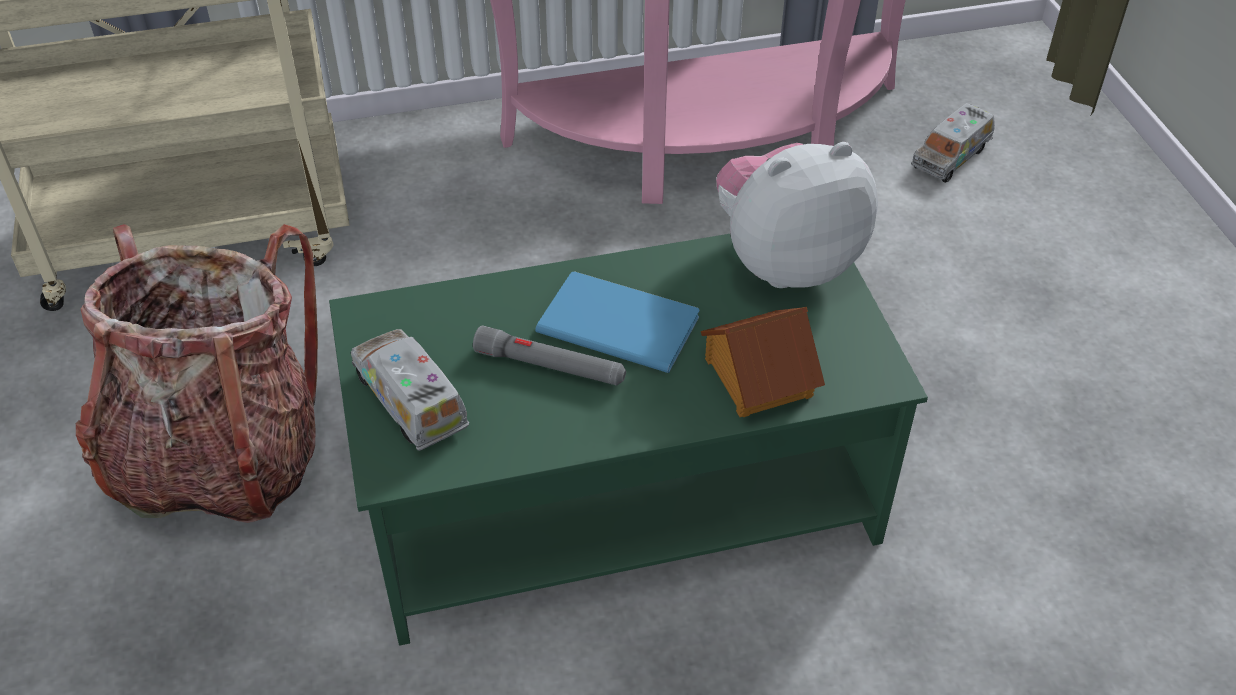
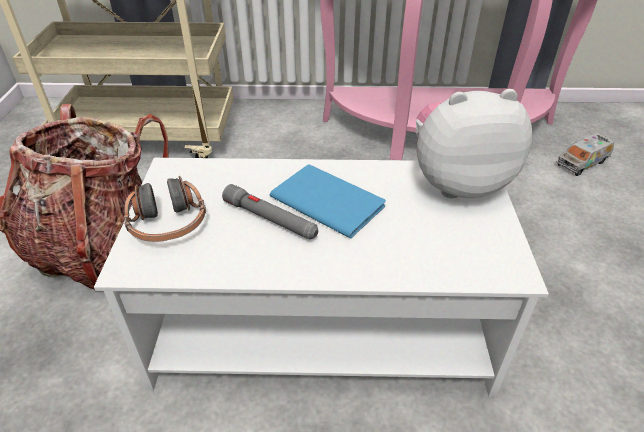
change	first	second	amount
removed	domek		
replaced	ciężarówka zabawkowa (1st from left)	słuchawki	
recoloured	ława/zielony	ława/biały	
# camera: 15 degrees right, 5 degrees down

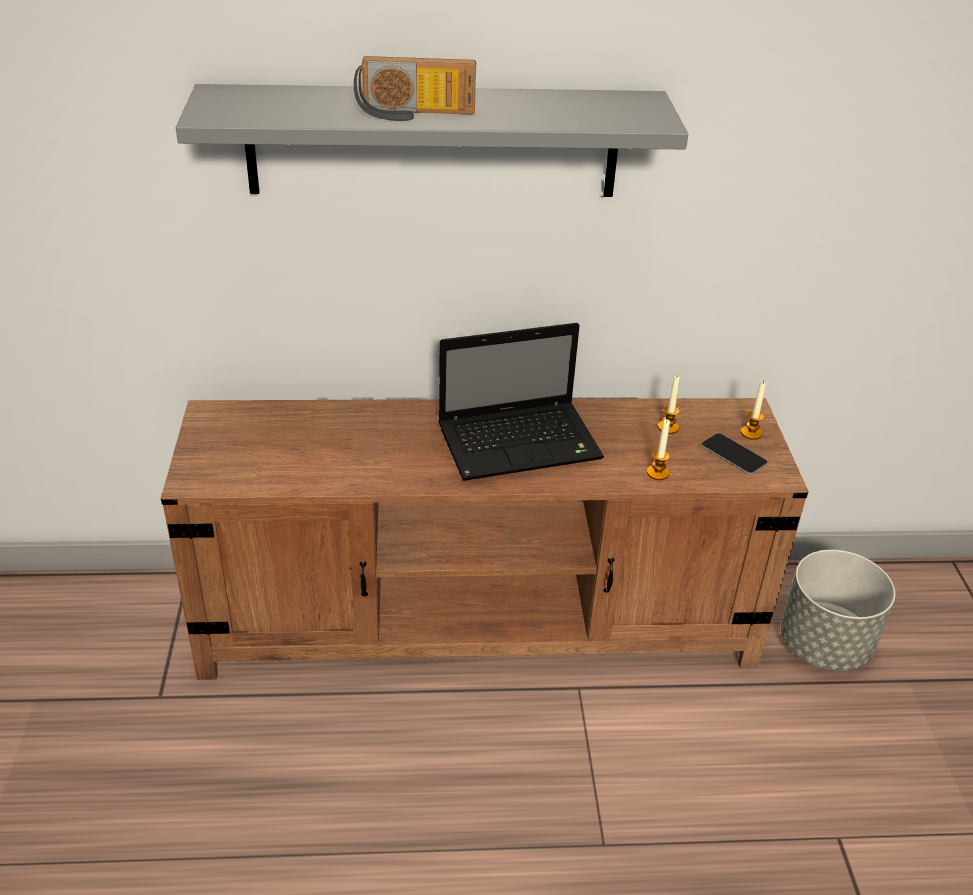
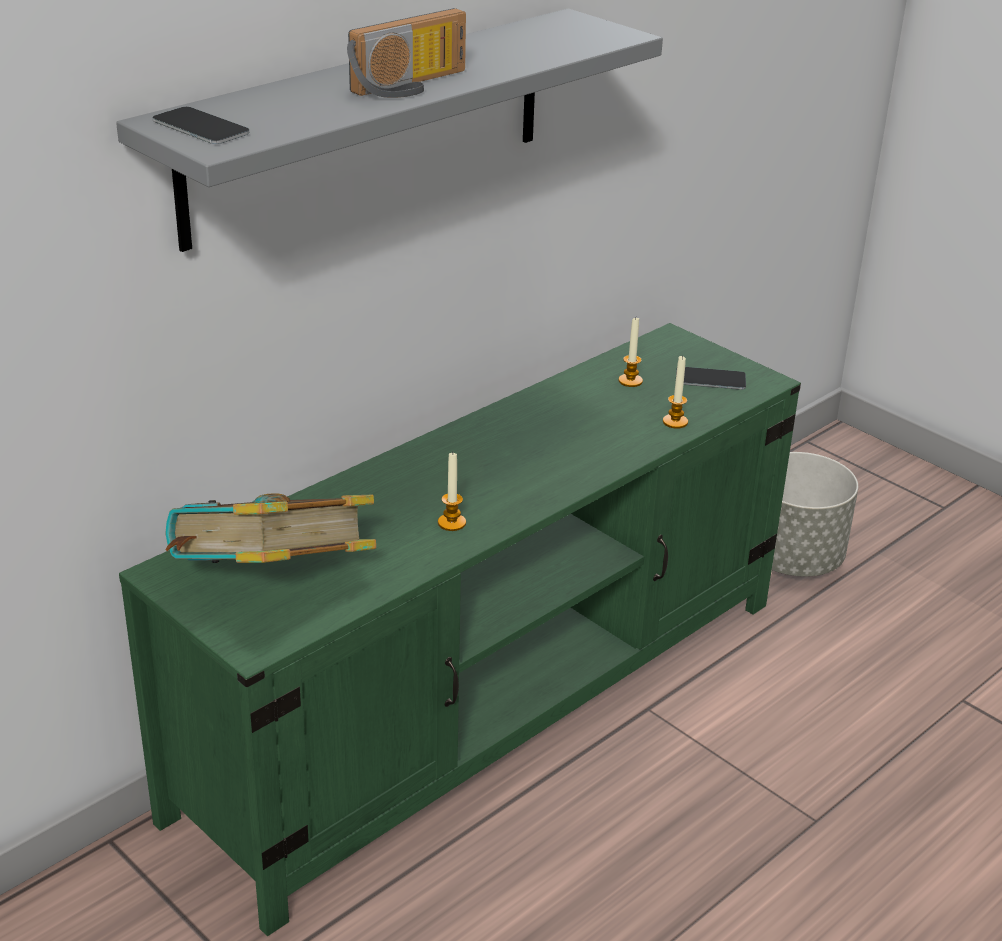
change	first	second	amount
removed	laptop		
added		telefon (1st from left)	
added		książka	
moved	świeca (3rd from left in the first image)	świeca (1st from left)	
recoloured	szafka pod telewizor/brązowy	szafka pod telewizor/zielony	
# camera: 40 degrees left, 5 degrees down

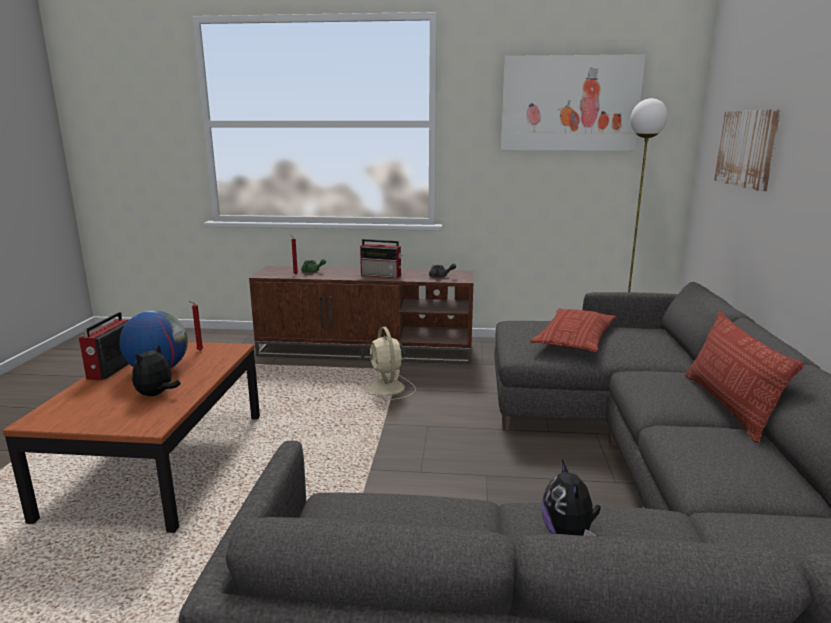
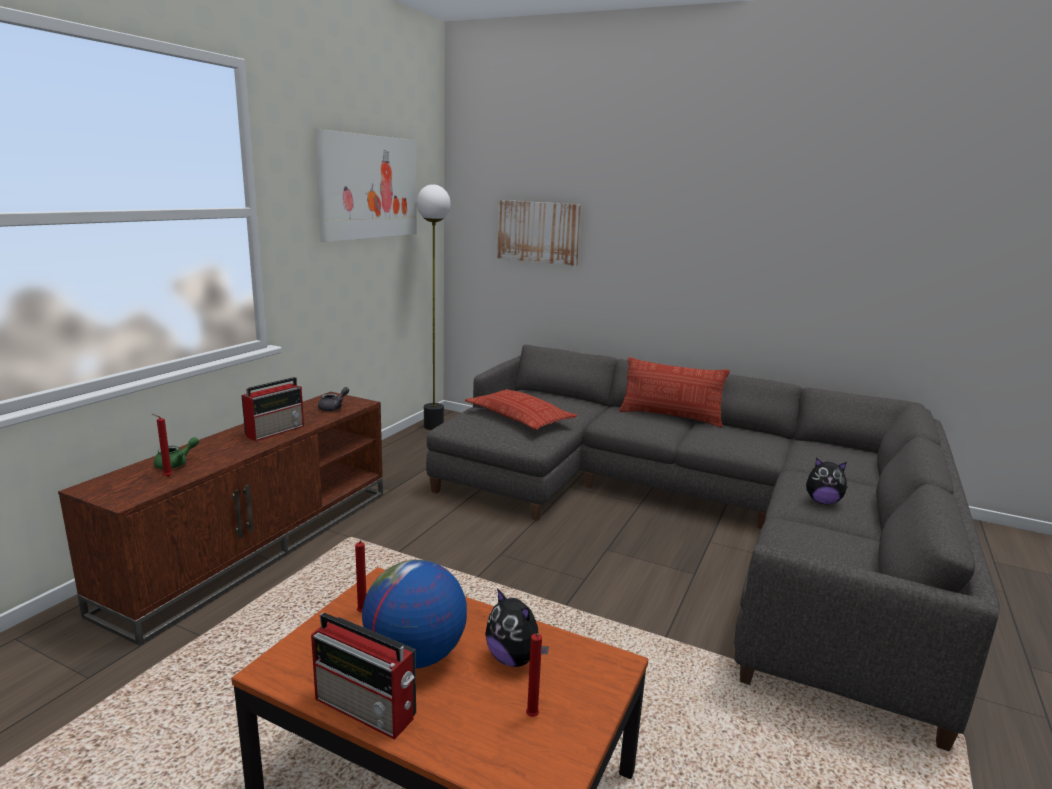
change	first	second	amount
removed	wentylator/beżowy		
added		świeca/czerwony (3rd from left)	
# camera: 70 degrees left, 0 degrees up

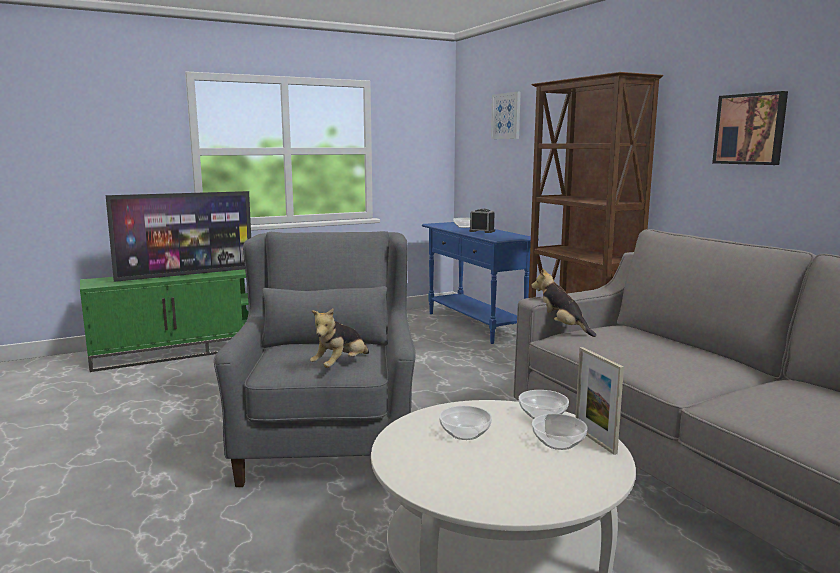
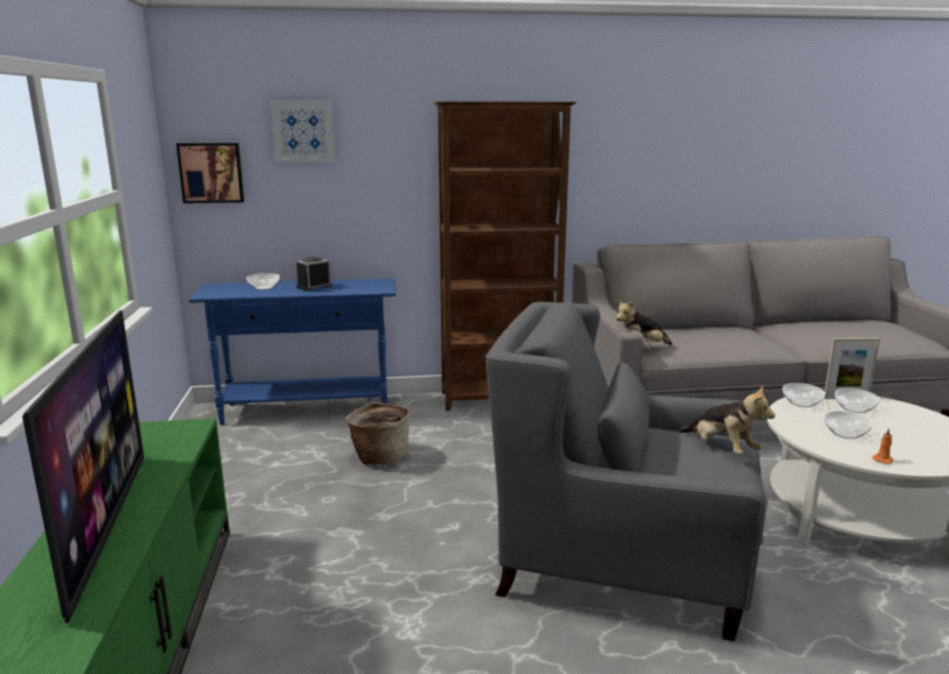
change	first	second	amount
added		koszyk	
added		świeca/pomarańczowy	
moved	obraz (2nd from left in the first image)	obraz (1st from left)	
# camera: 70 degrees left, 5 degrees up

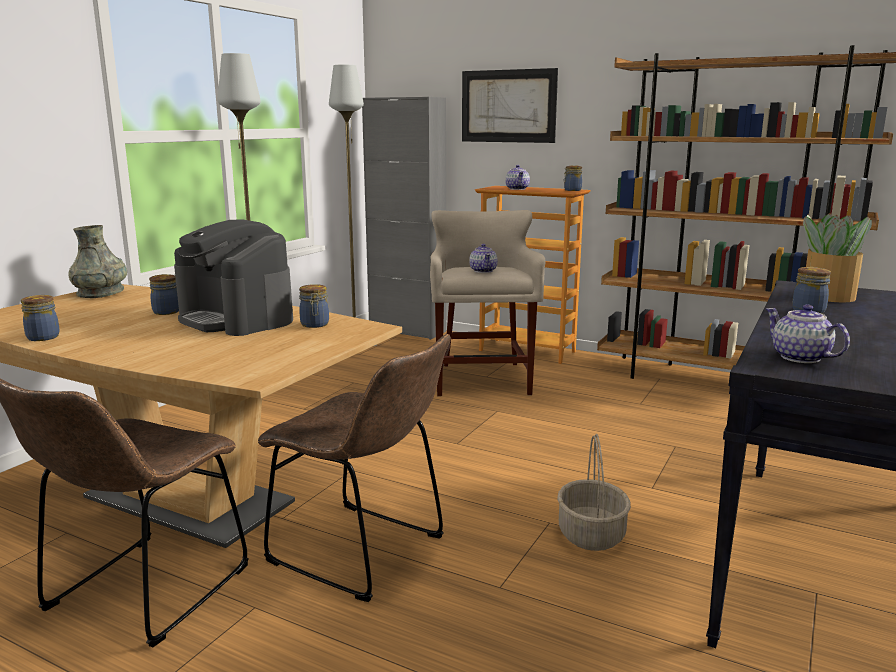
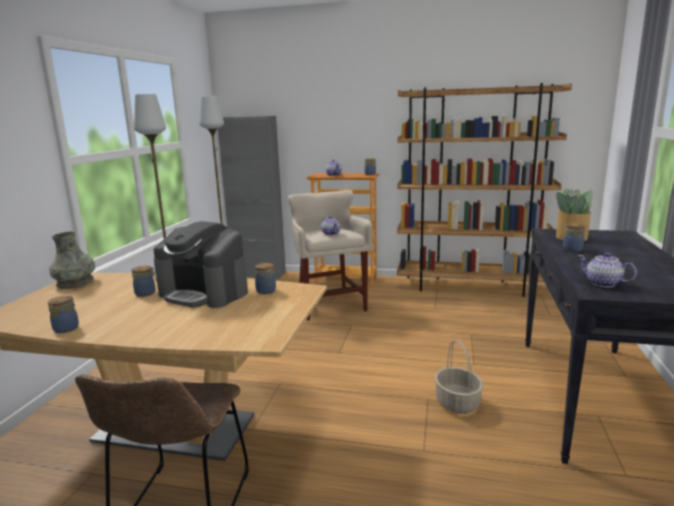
change	first	second	amount
removed	krzesło/brązowy (2nd from left)		
removed	obraz		
# camera: 15 degrees left, 0 degrees up

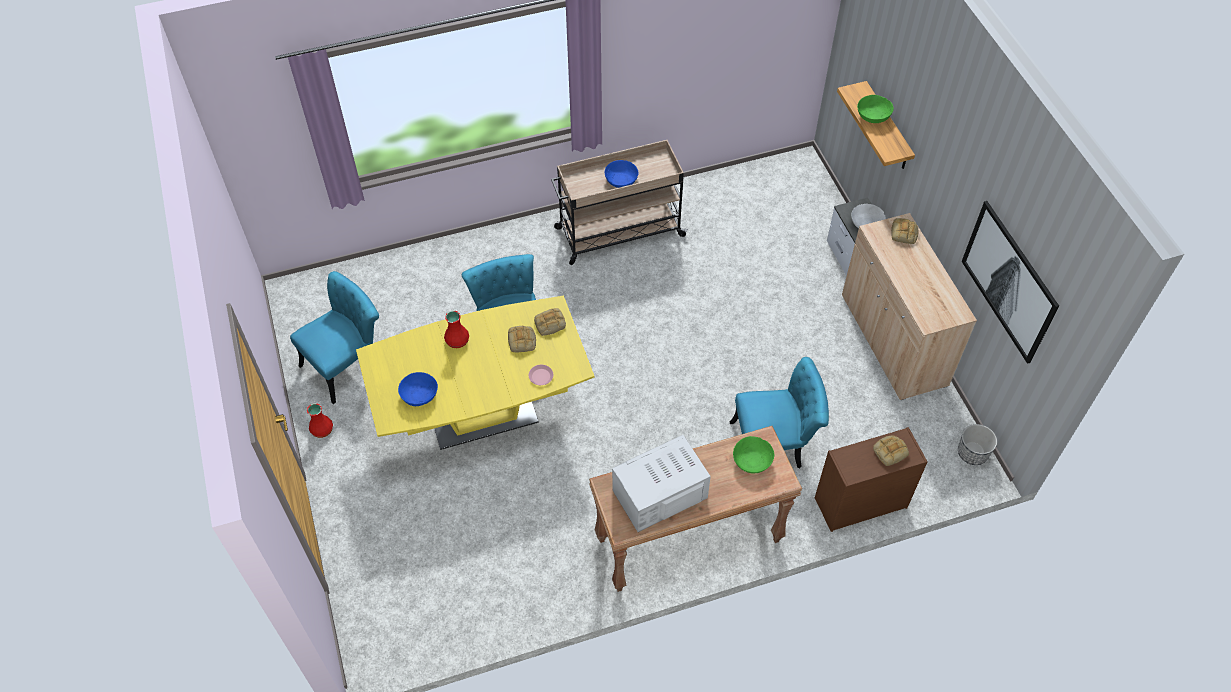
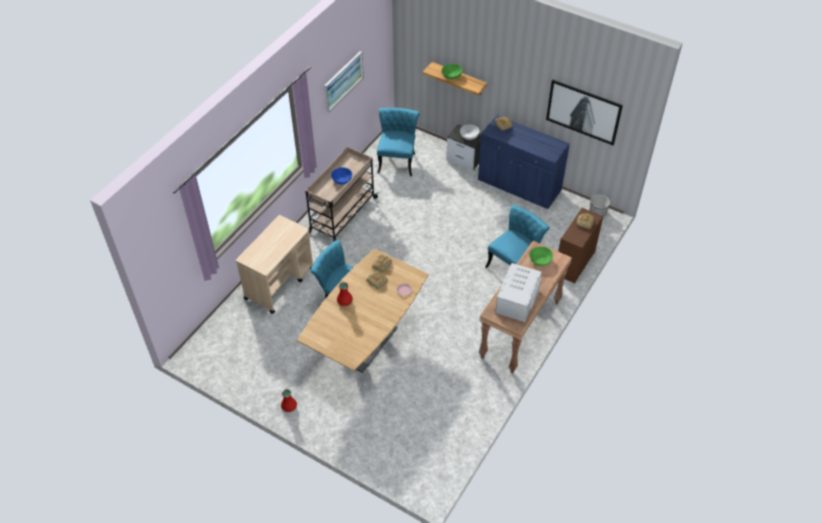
change	first	second	amount
removed	miska/niebieski (1st from left)		
added		wózek/beżowy (1st from left)	
added		obraz (1st from left)	
moved	krzesło/turkusowy (1st from left in the first image)	krzesło/turkusowy (2nd from left)	
recoloured	stół jadalny/żółty	stół jadalny/brązowy	
recoloured	szafka/beżowy	szafka/niebieski	
# camera: 40 degrees left, 5 degrees down

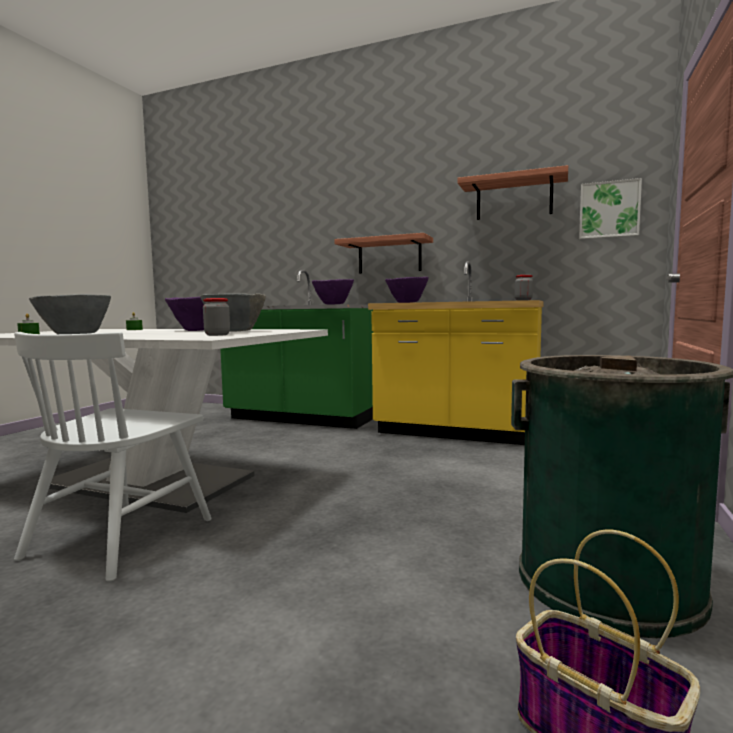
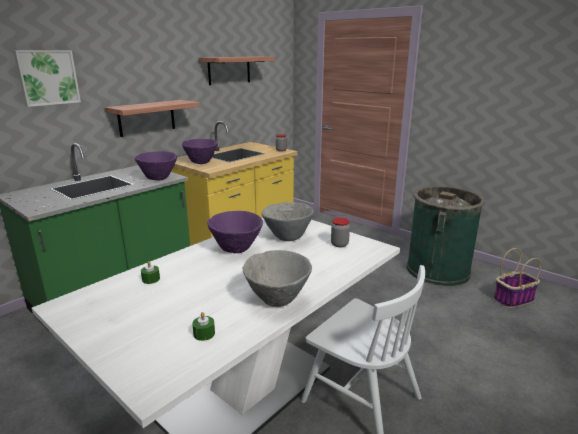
change	first	second	amount
moved	obraz		
# camera: 70 degrees left, 15 degrees up

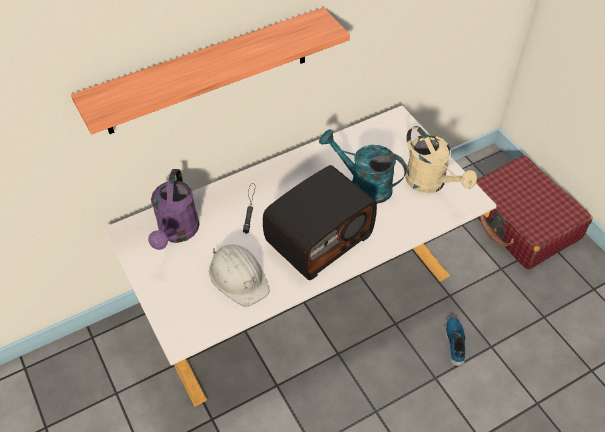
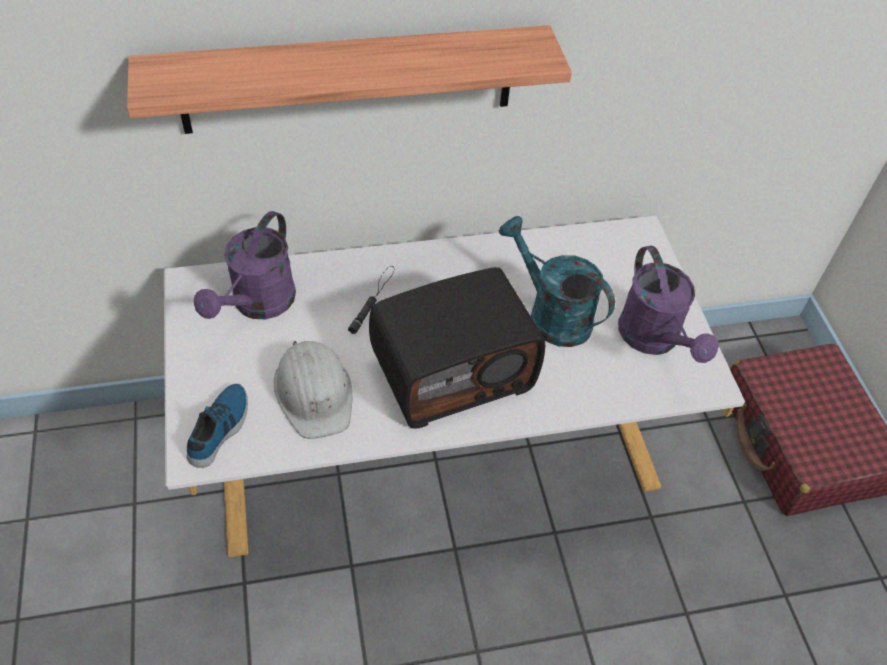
change	first	second	amount
moved	but		
recoloured	konewka/beżowy	konewka/fioletowy (2nd from left)	
# camera: 15 degrees right, 0 degrees up

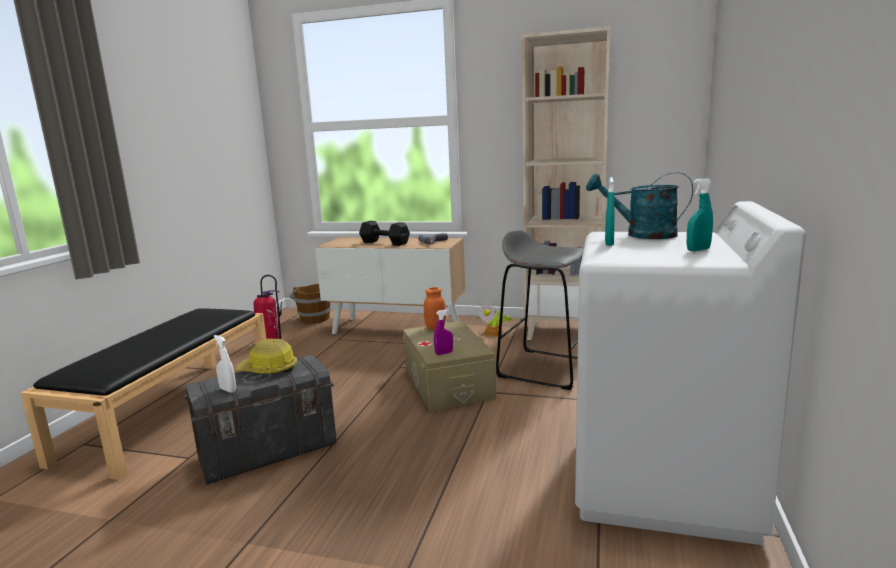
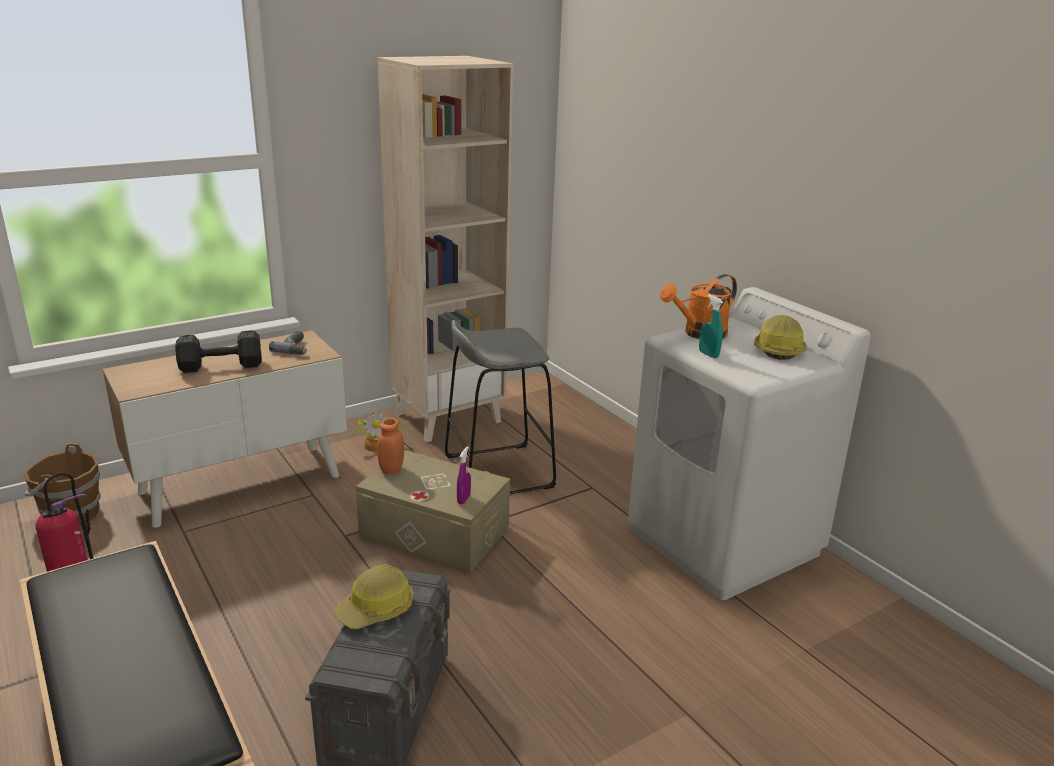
change	first	second	amount
removed	spryskiwacz/biały		
replaced	spryskiwacz/turkusowy (2nd from left)	kask (2nd from left)	
recoloured	konewka/turkusowy	konewka/pomarańczowy	
# camera: 50 degrees left, 10 degrees up

